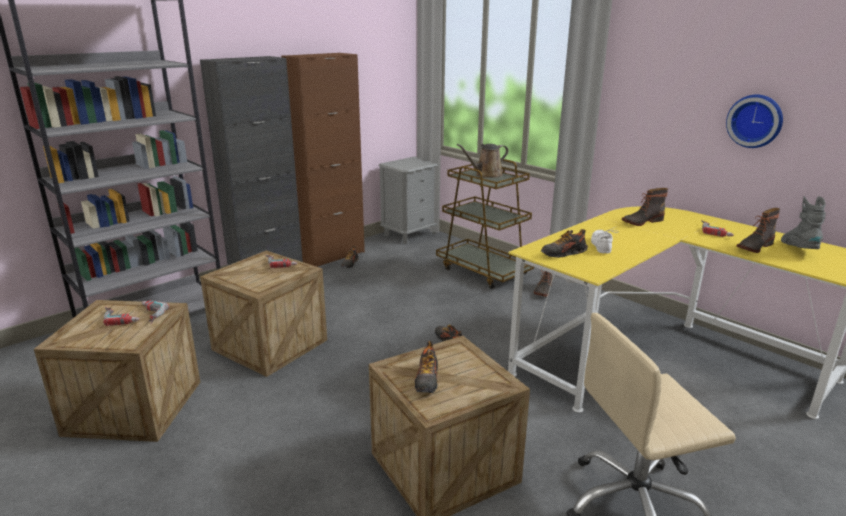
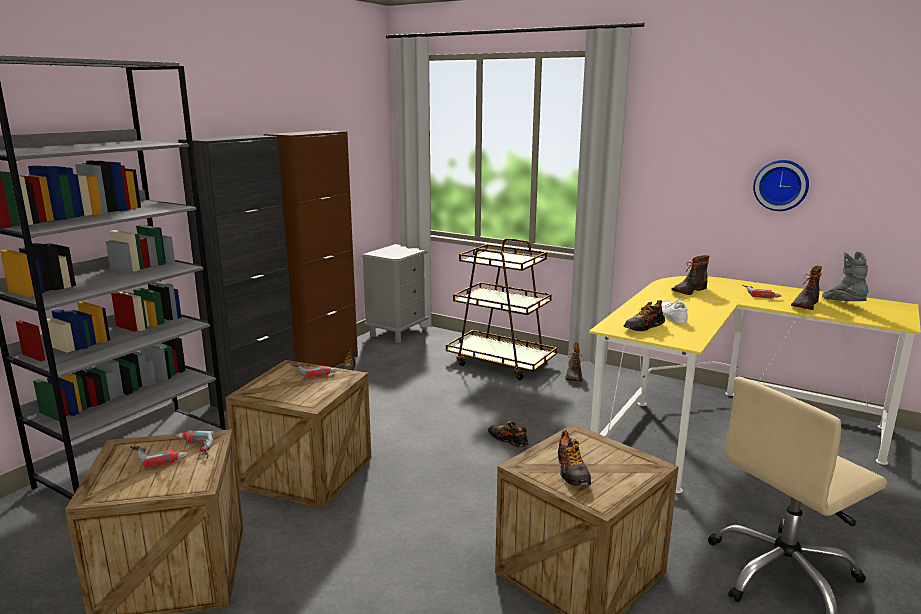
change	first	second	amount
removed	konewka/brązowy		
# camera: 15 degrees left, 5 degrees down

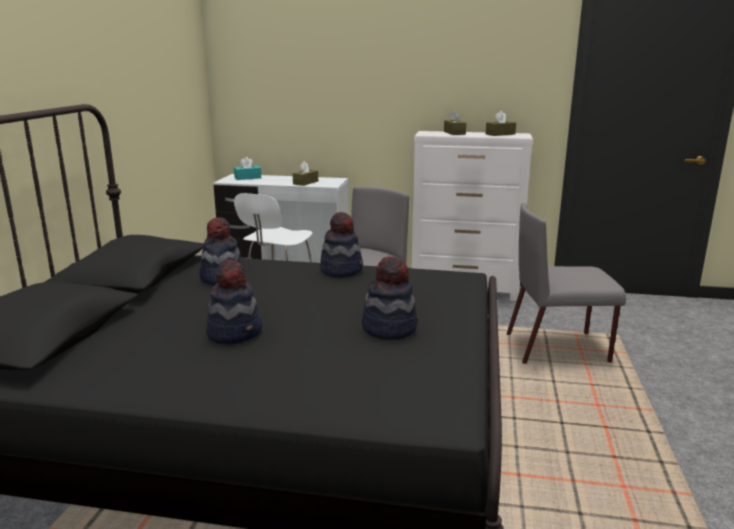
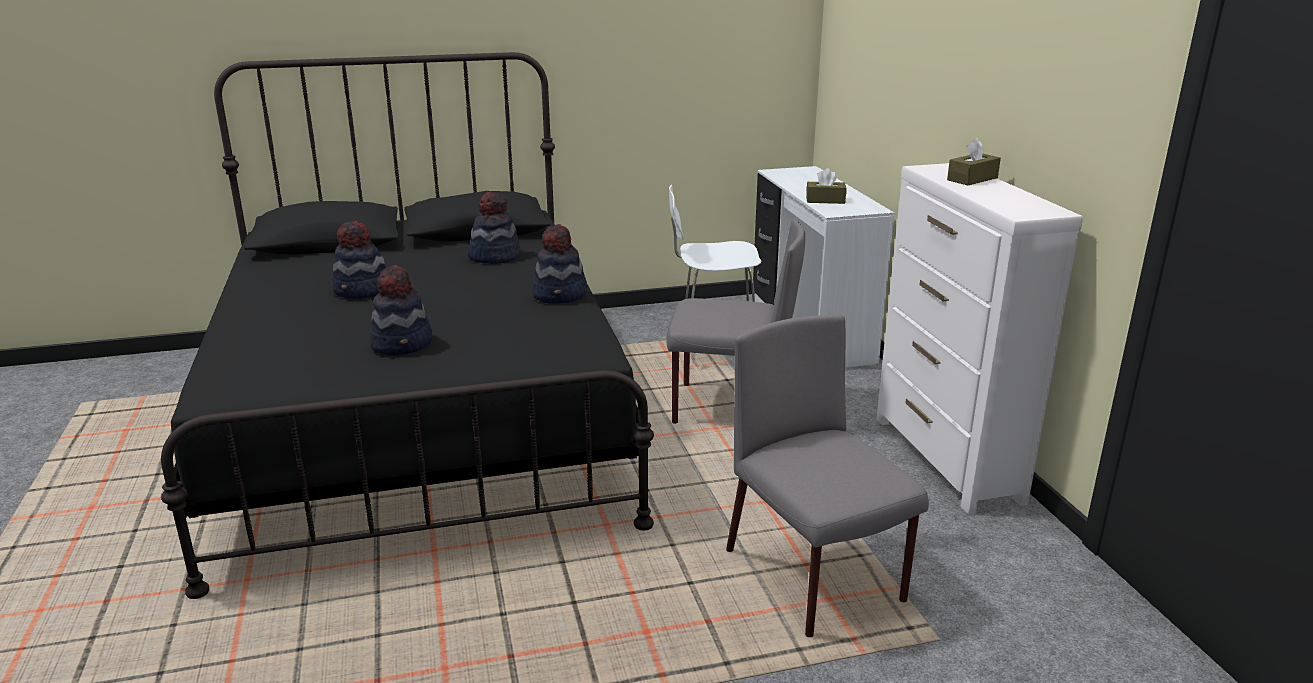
change	first	second	amount
removed	pudełko chusteczek/turkusowy		
removed	pudełko chusteczek/brązowy (3rd from left)		
# camera: 65 degrees right, 5 degrees up

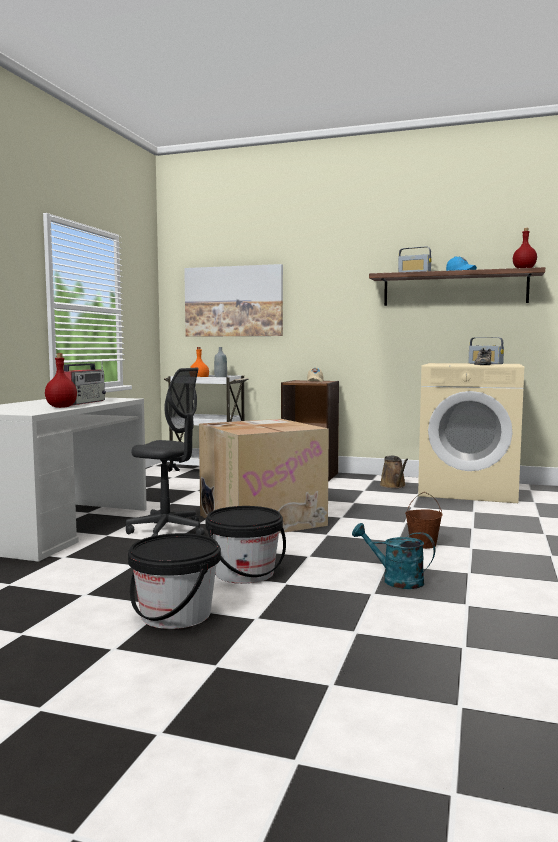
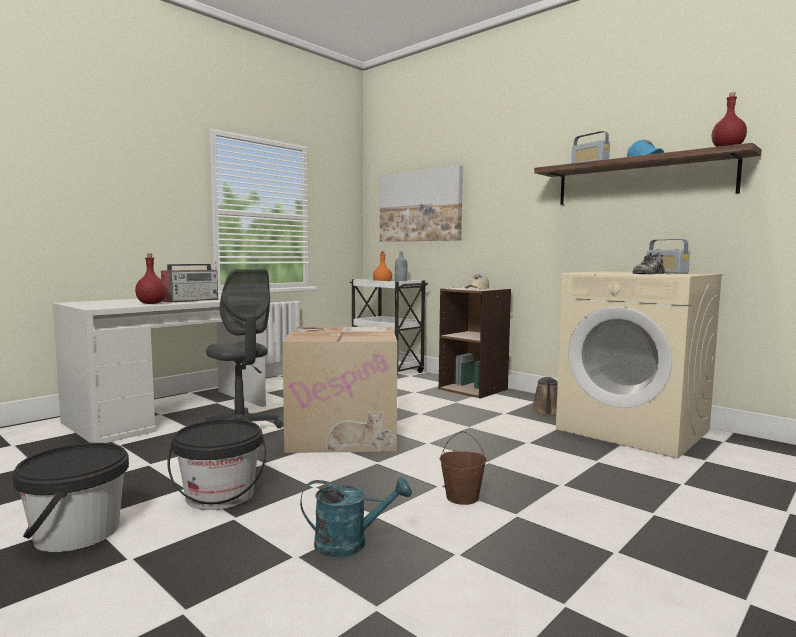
change	first	second	amount
turned	konewka/turkusowy		120 degrees clockwise
# camera: 25 degrees right, 0 degrees up

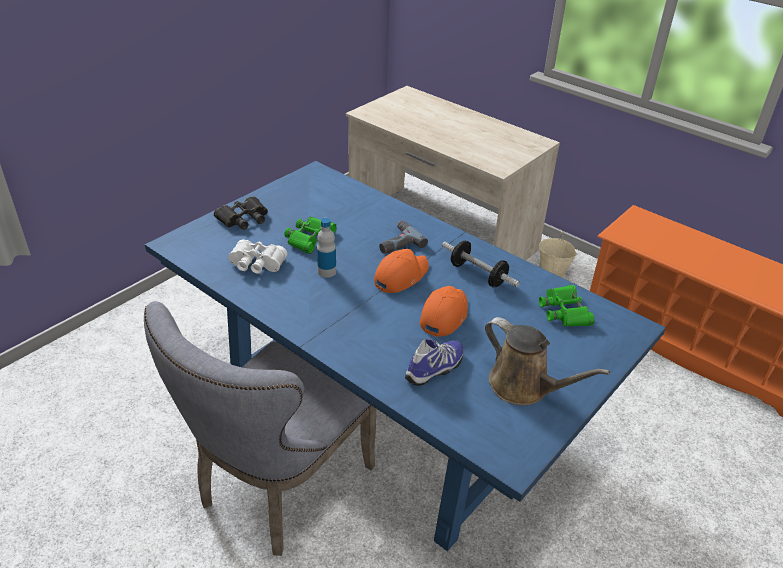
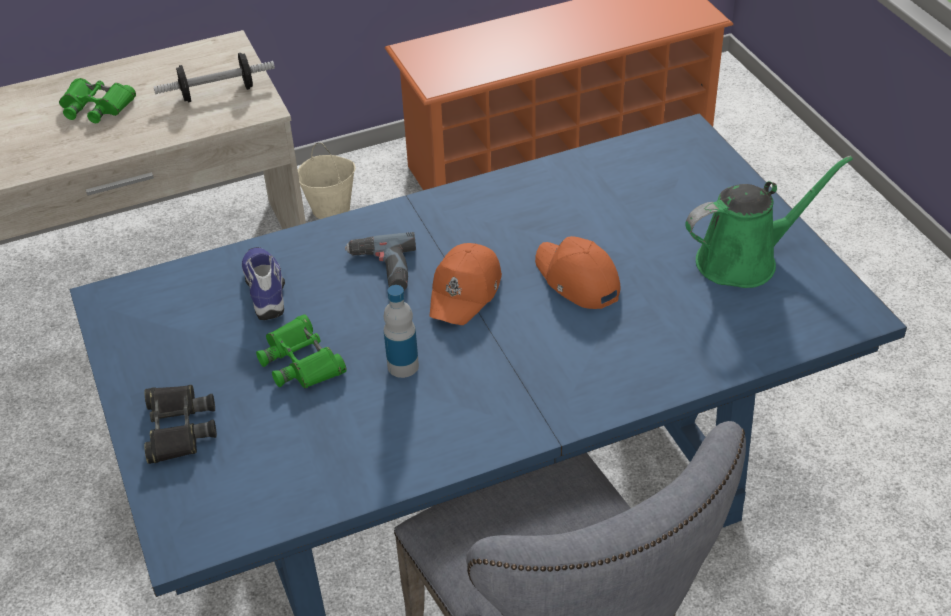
change	first	second	amount
removed	lornetka/biały		
moved	but		
moved	hantel		
moved	lornetka/zielony (2nd from left in the first image)	lornetka/zielony (1st from left)	
recoloured	konewka/brązowy	konewka/zielony	
turned	czapka z daszkiem/pomarańczowy (1st from left)		135 degrees counterclockwise
# camera: 60 degrees left, 5 degrees up

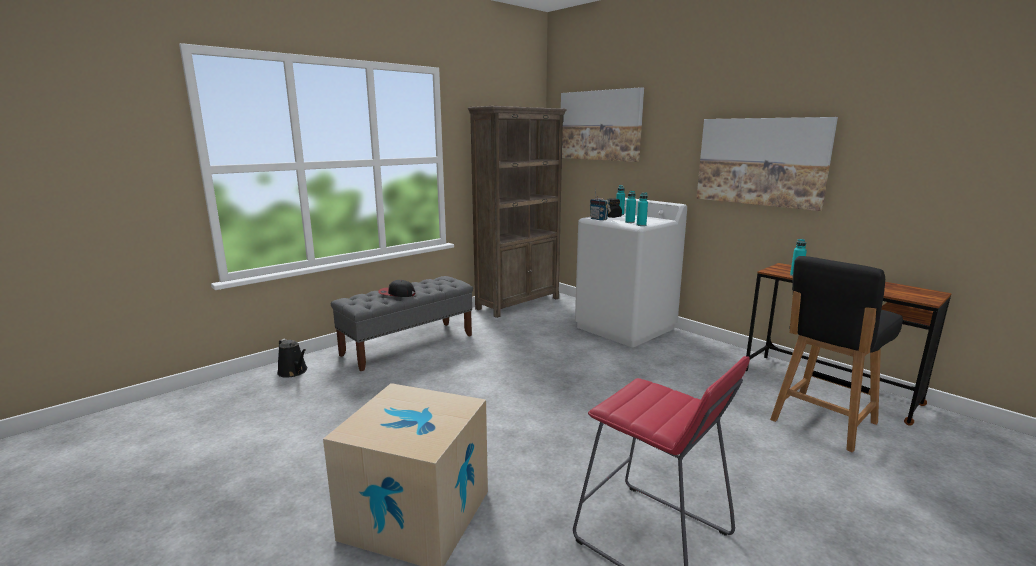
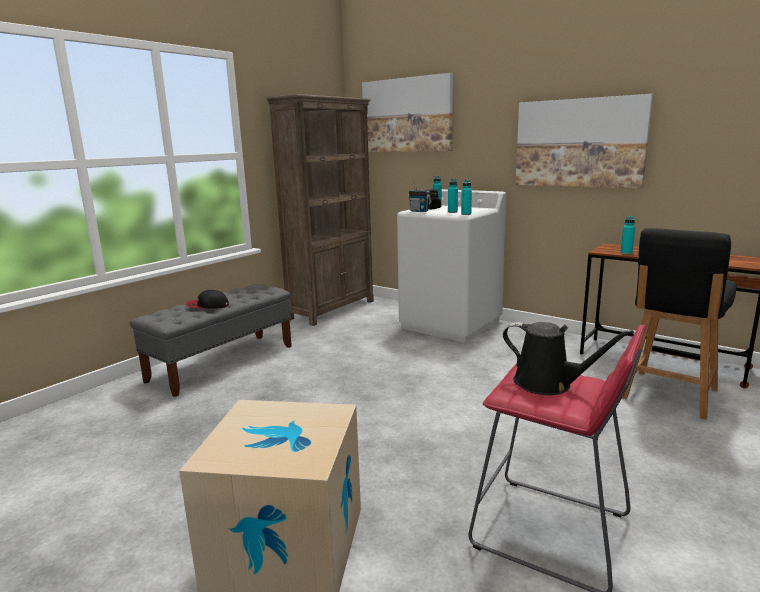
change	first	second	amount
moved	konewka/czarny		
# camera: 10 degrees left, 0 degrees up

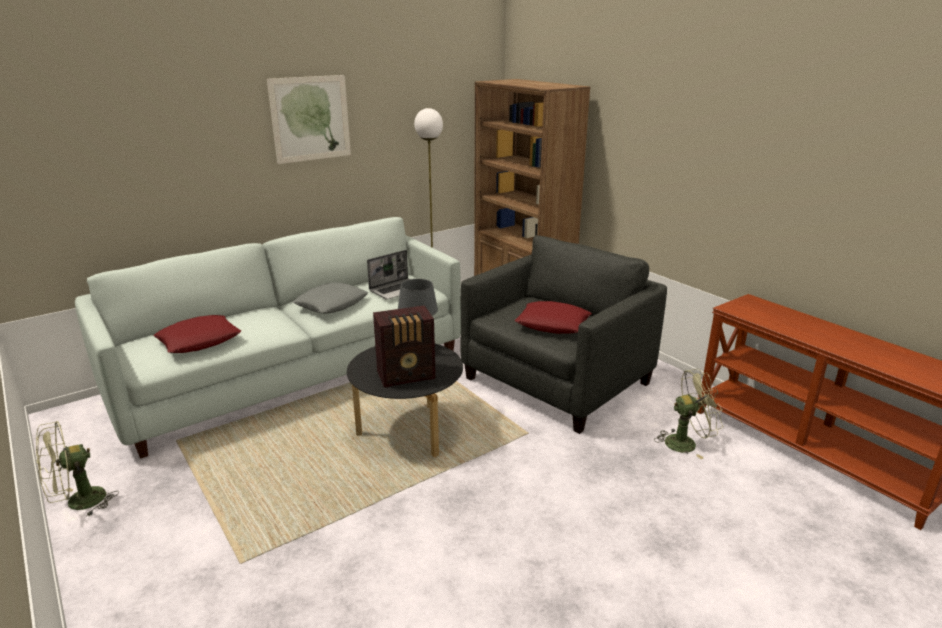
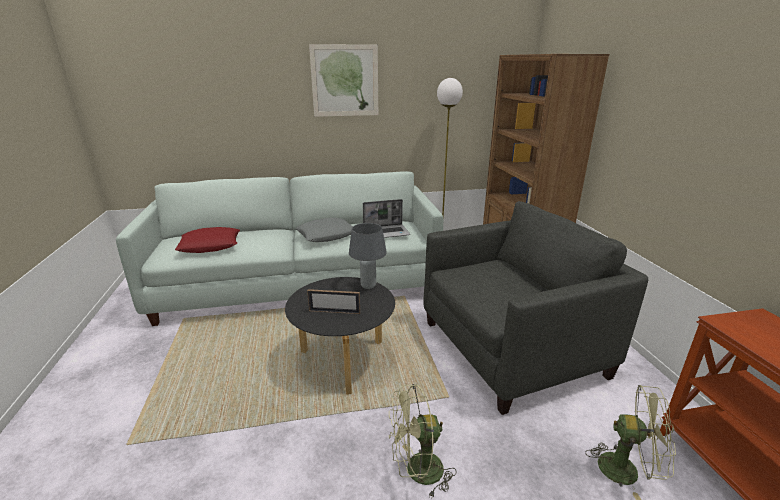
change	first	second	amount
removed	poduszka/czerwony (2nd from left)		
moved	wentylator/zielony (1st from left)		
replaced	radio	ramka na zdjęcie	
# camera: 25 degrees right, 0 degrees up

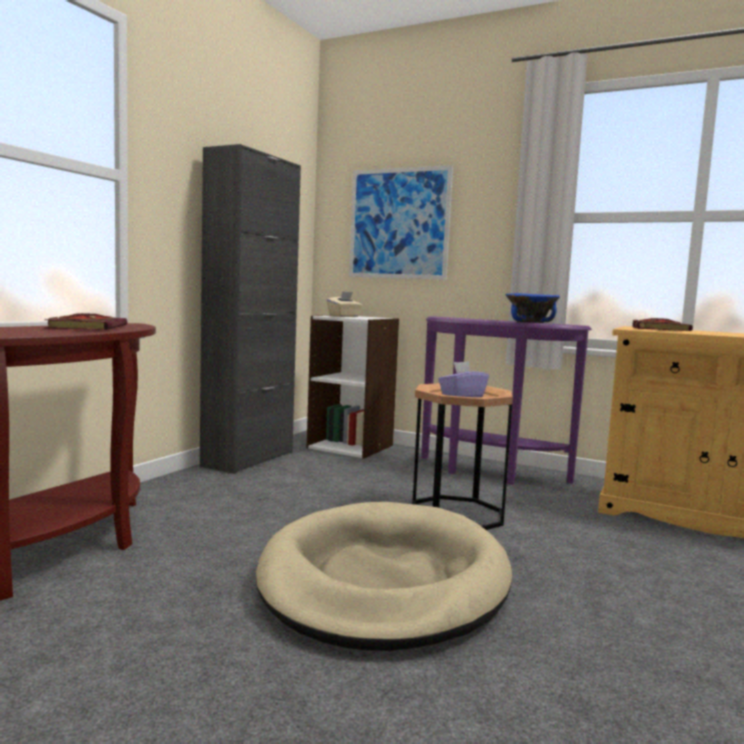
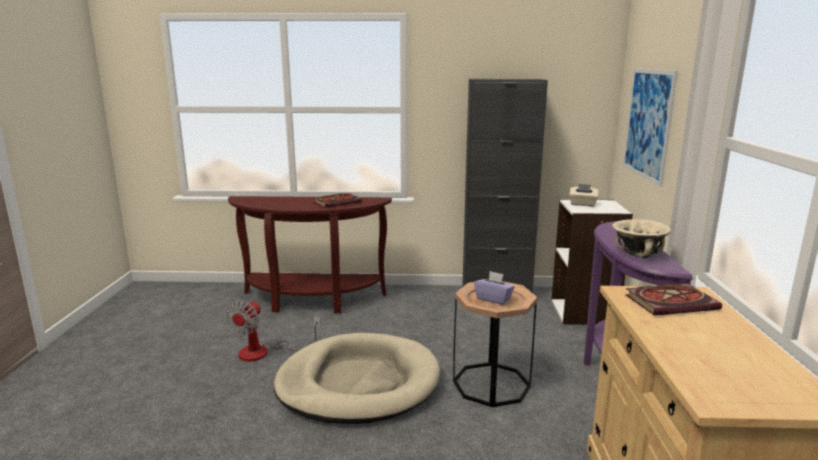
change	first	second	amount
added		wentylator	
recoloured	miska/niebieski	miska/beżowy	
# camera: 65 degrees right, 10 degrees up

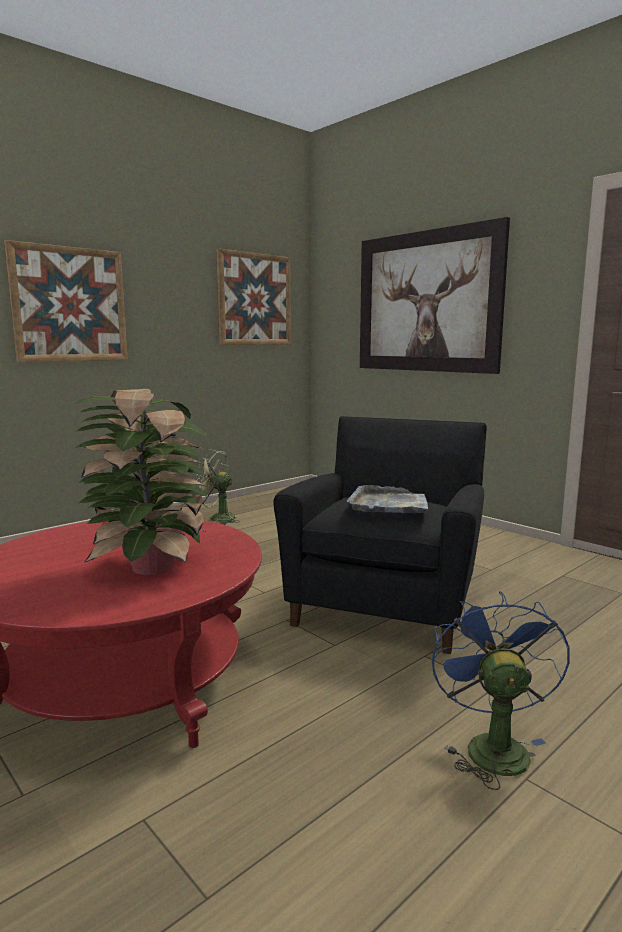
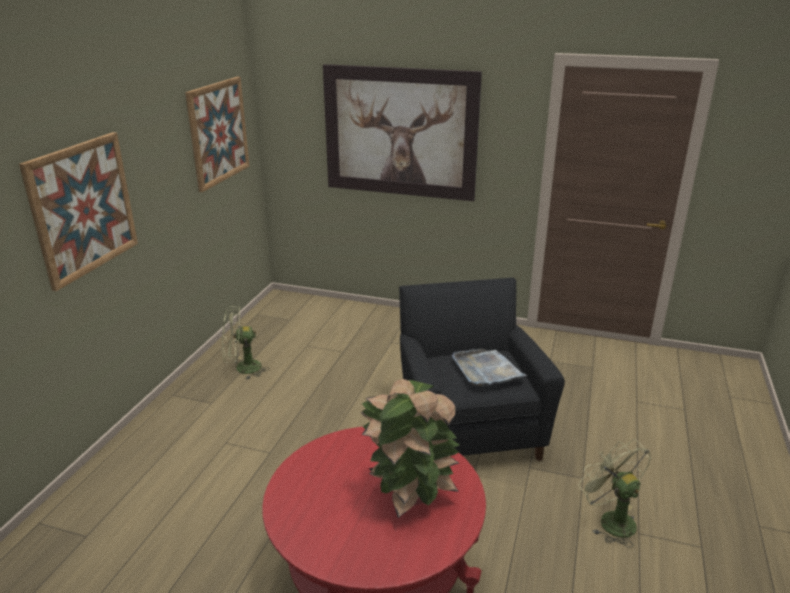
change	first	second	amount
recoloured	wentylator/niebieski	wentylator/zielony (2nd from left)	
# camera: 30 degrees left, 15 degrees up

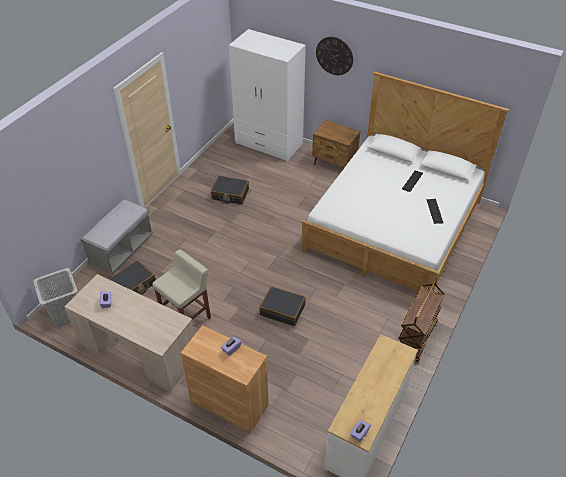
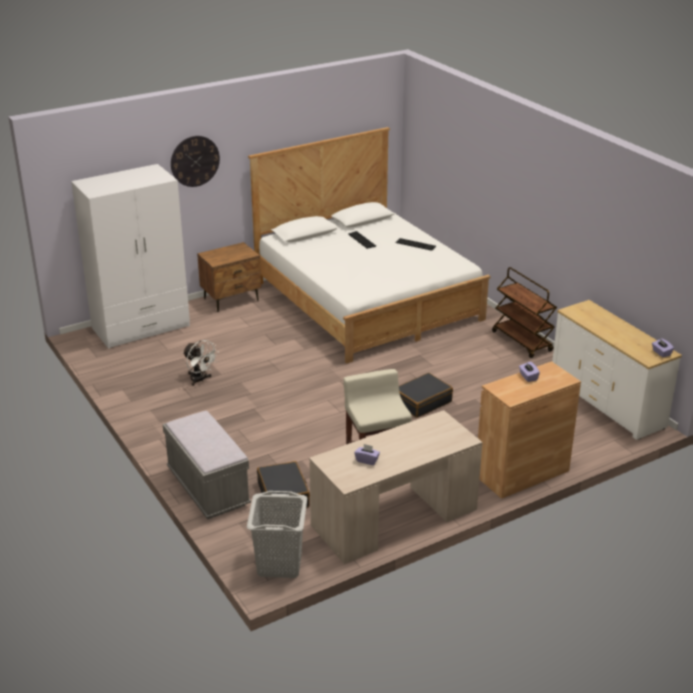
change	first	second	amount
replaced	walizka/czarny (2nd from left)	wentylator/biały	
# camera: 60 degrees left, 15 degrees down

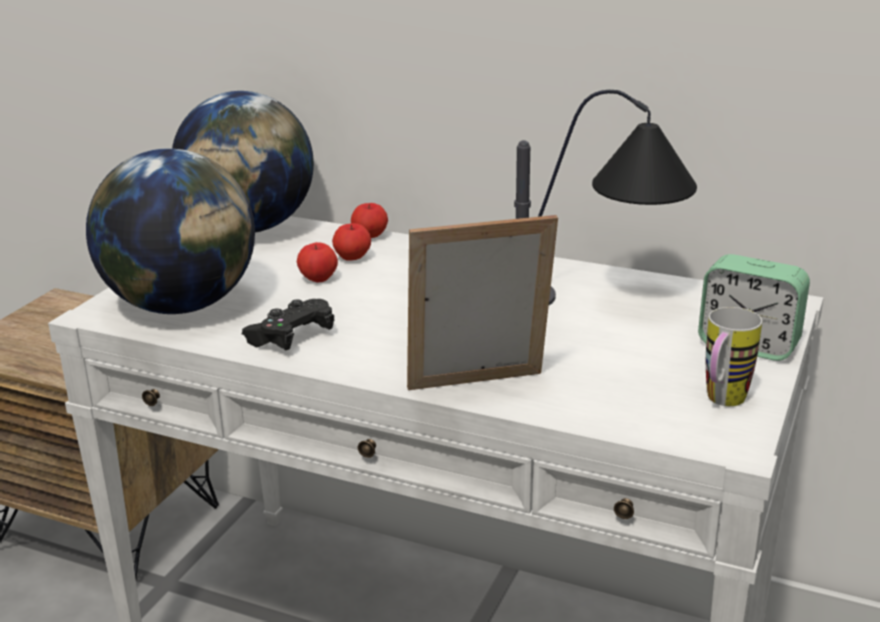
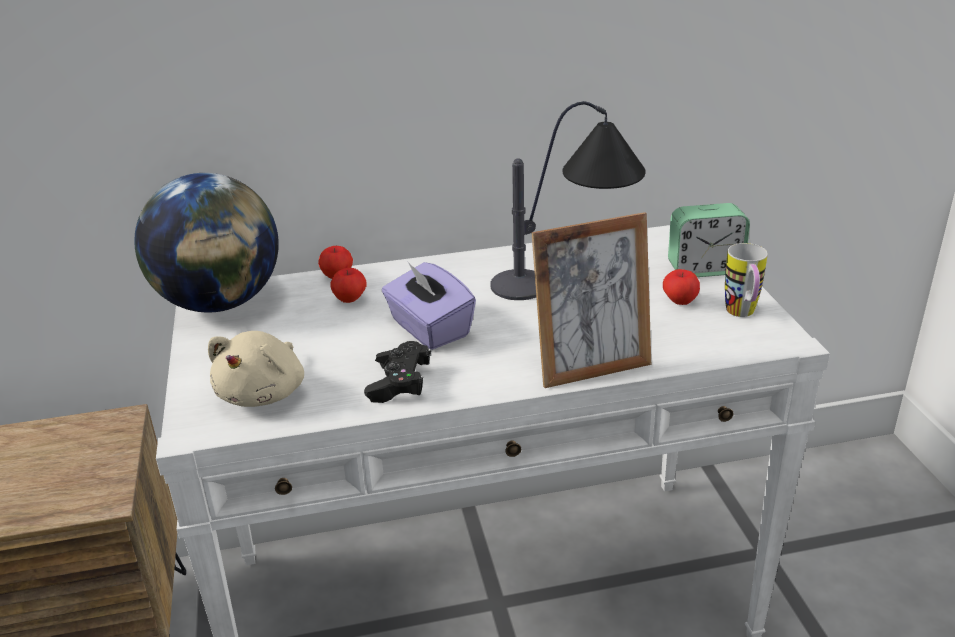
change	first	second	amount
added		pudełko chusteczek/fioletowy	
moved	jabłko (1st from left in the first image)	jabłko (3rd from left)	
replaced	globus (1st from left)	pluszak/beżowy	
turned	ramka na zdjęcie		150 degrees counterclockwise
# camera: 35 degrees left, 5 degrees up

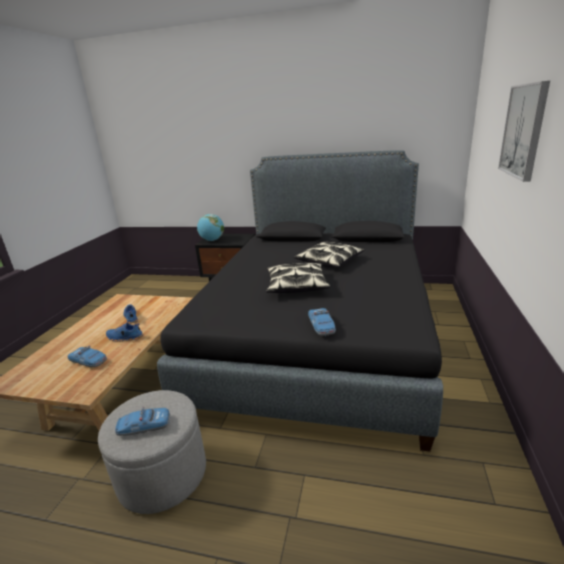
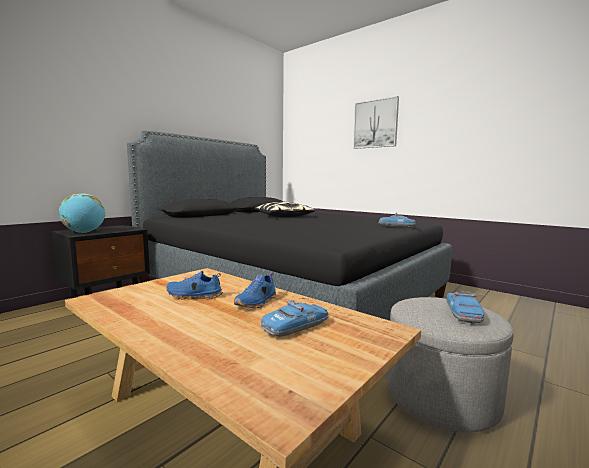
change	first	second	amount
removed	poduszka (1st from left)		
# camera: 65 degrees left, 15 degrees down

